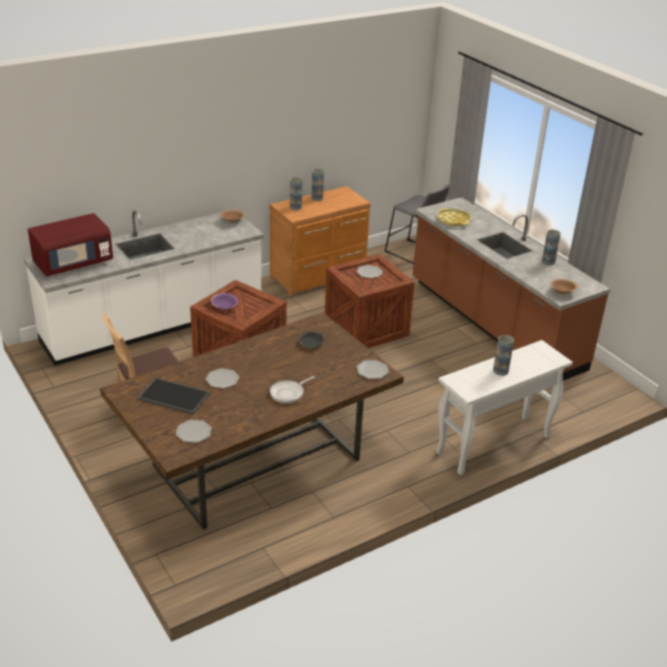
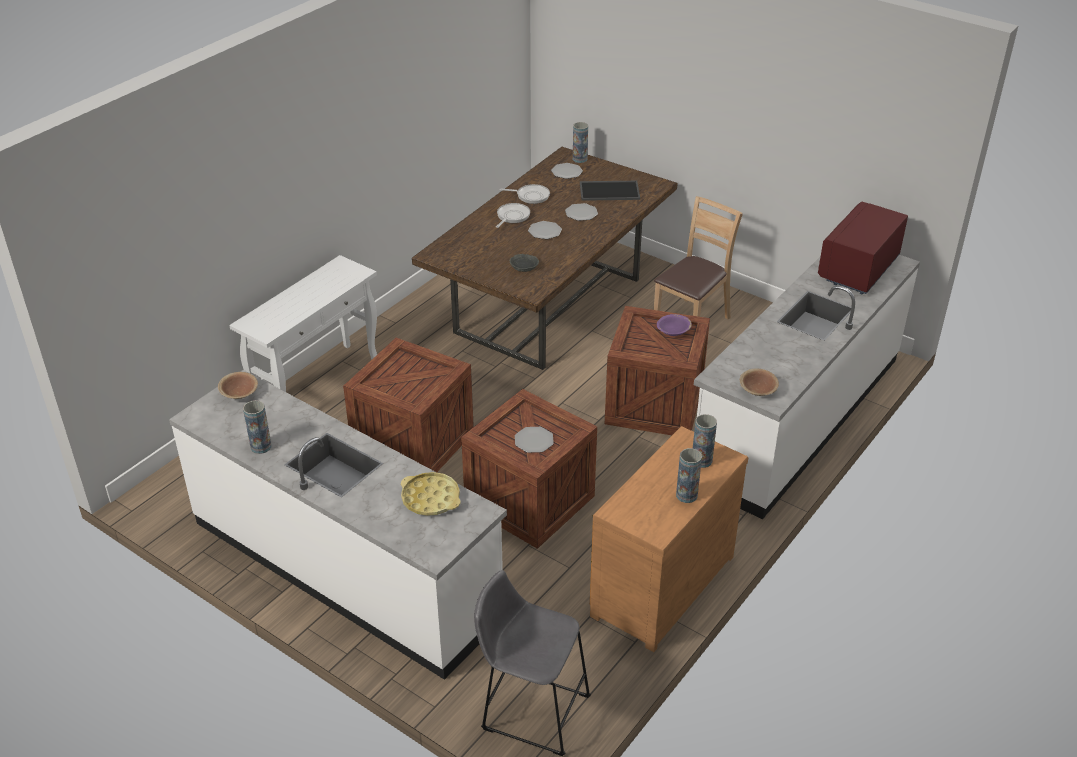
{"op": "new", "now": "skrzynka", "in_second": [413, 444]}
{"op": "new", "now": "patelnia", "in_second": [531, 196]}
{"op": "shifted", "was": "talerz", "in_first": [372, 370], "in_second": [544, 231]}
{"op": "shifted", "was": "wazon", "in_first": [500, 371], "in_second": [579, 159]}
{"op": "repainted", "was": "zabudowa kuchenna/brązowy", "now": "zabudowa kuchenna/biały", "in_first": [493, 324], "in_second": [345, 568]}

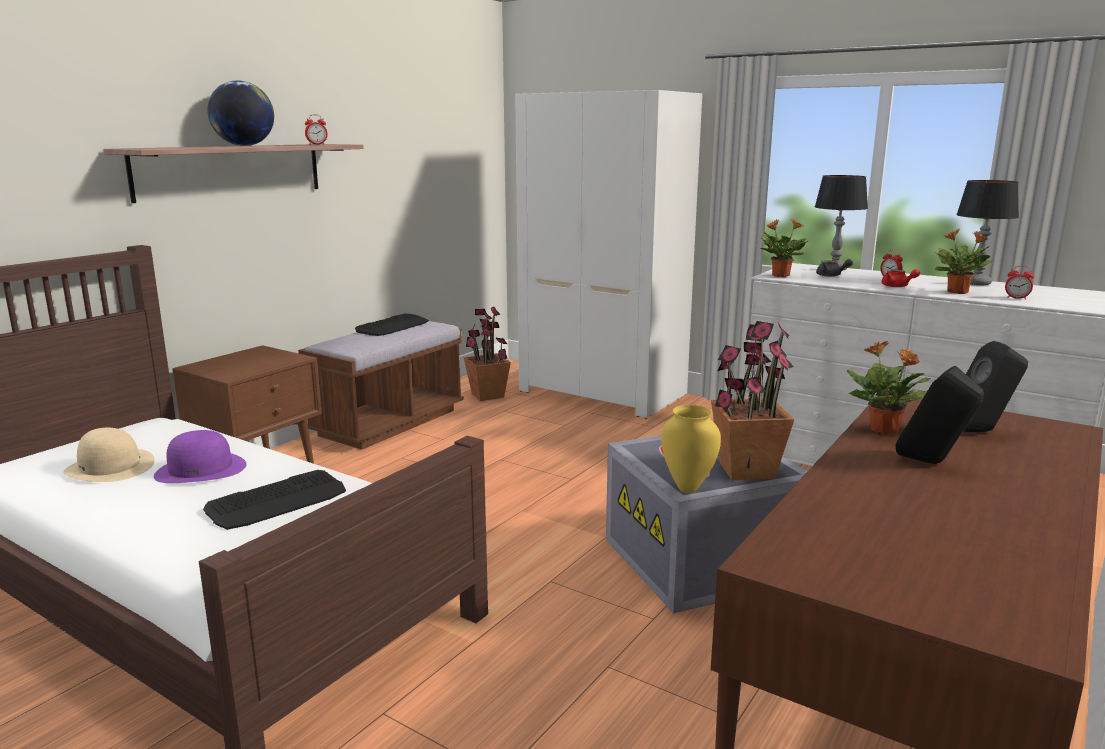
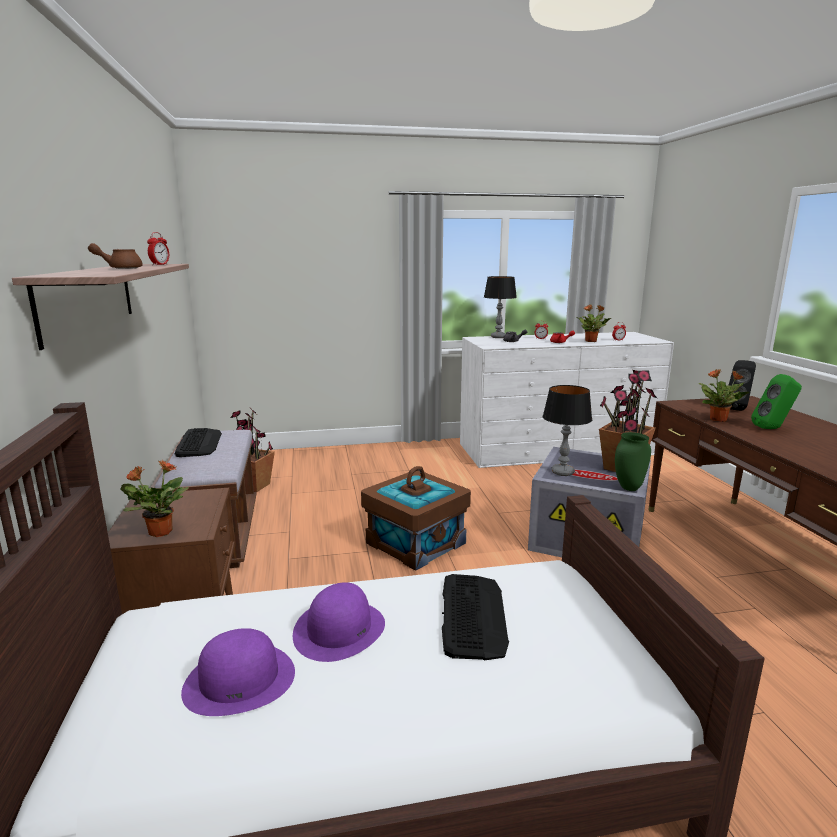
{"op": "gone", "was": "szafa/biały", "in_first": [604, 392]}
{"op": "new", "now": "pojemnik do przechowywania/brązowy", "in_second": [415, 543]}
{"op": "shifted", "was": "roślina doniczkowa", "in_first": [780, 275], "in_second": [159, 532]}
{"op": "shifted", "was": "lampa stołowa", "in_first": [977, 283], "in_second": [563, 472]}
{"op": "swapped", "was": "globus", "now": "imbryk/brązowy", "in_first": [244, 146], "in_second": [120, 268]}
{"op": "repainted", "was": "kapelusz/beżowy", "now": "kapelusz/fioletowy", "in_first": [110, 467], "in_second": [240, 679]}
{"op": "repainted", "was": "wazon/żółty", "now": "wazon/zielony", "in_first": [688, 487], "in_second": [628, 488]}
{"op": "repainted", "was": "głośnik/czarny", "now": "głośnik/zielony", "in_first": [932, 463], "in_second": [773, 428]}

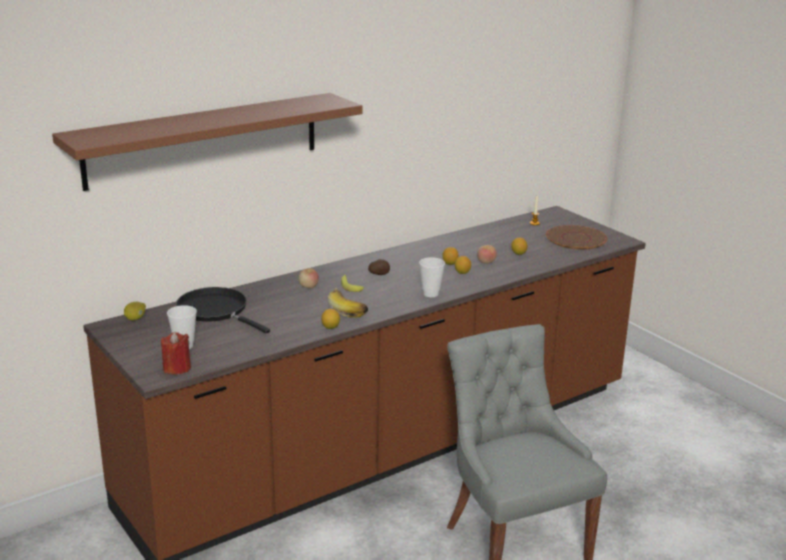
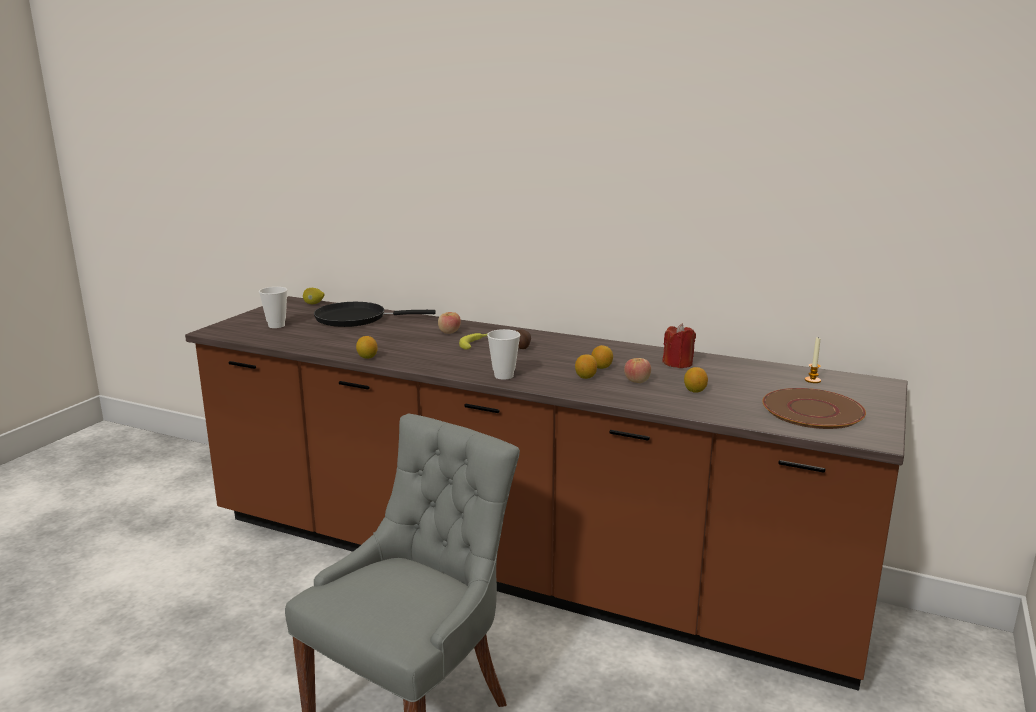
{"op": "gone", "was": "półka/brązowy", "in_first": [204, 140]}
{"op": "gone", "was": "banan", "in_first": [349, 310]}
{"op": "shifted", "was": "świeca/czerwony", "in_first": [177, 368], "in_second": [678, 363]}
{"op": "rotated", "was": "patelnia/czarny", "in_first": [216, 311], "in_second": [356, 319], "clockwise": -105}

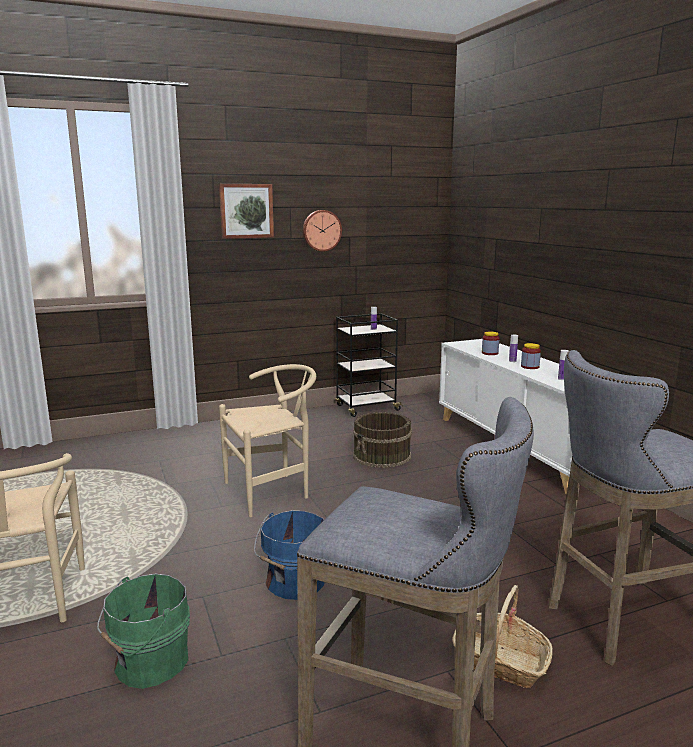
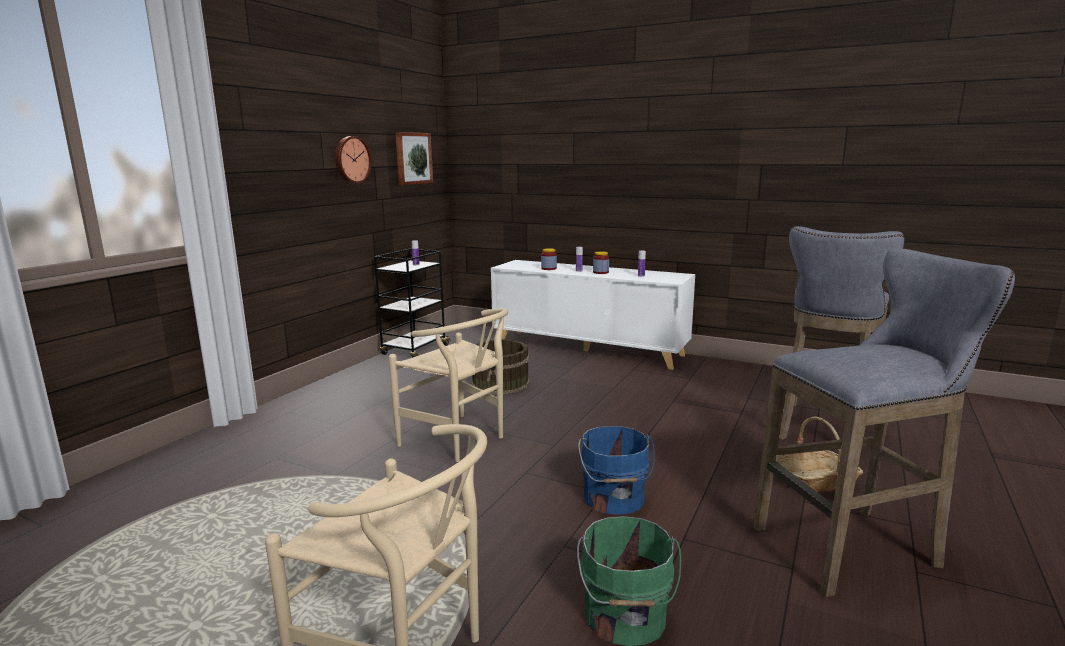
{"op": "shifted", "was": "obraz", "in_first": [246, 211], "in_second": [413, 158]}
{"op": "rotated", "was": "krzesło/beżowy", "in_first": [273, 491], "in_second": [460, 441], "clockwise": 105}

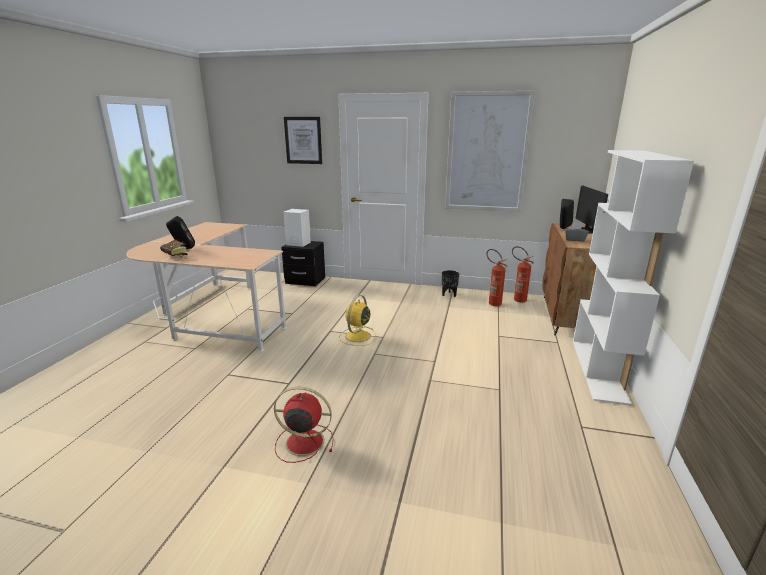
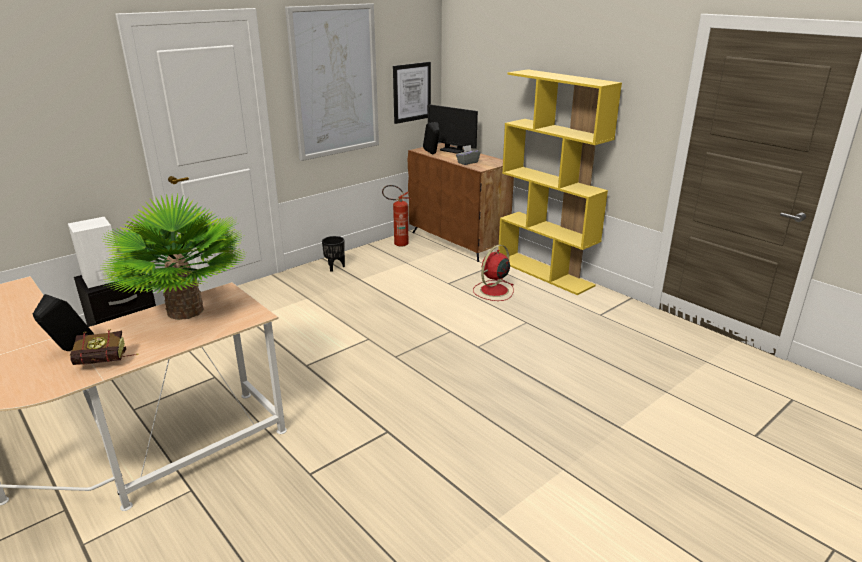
{"op": "gone", "was": "wentylator/żółty", "in_first": [357, 336]}
{"op": "gone", "was": "gaśnica", "in_first": [492, 303]}
{"op": "new", "now": "roślina doniczkowa", "in_second": [185, 311]}
{"op": "shifted", "was": "wentylator/czerwony", "in_first": [303, 442], "in_second": [493, 291]}
{"op": "shifted", "was": "obraz", "in_first": [303, 140], "in_second": [411, 92]}
{"op": "repainted", "was": "regał/biały", "now": "regał/żółty", "in_first": [599, 370], "in_second": [545, 273]}

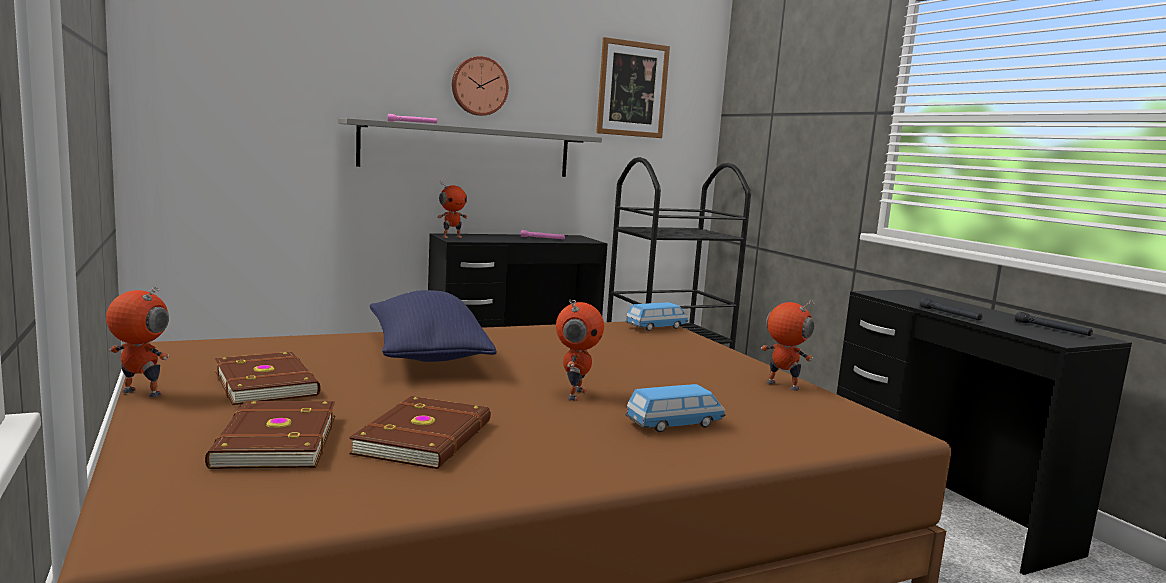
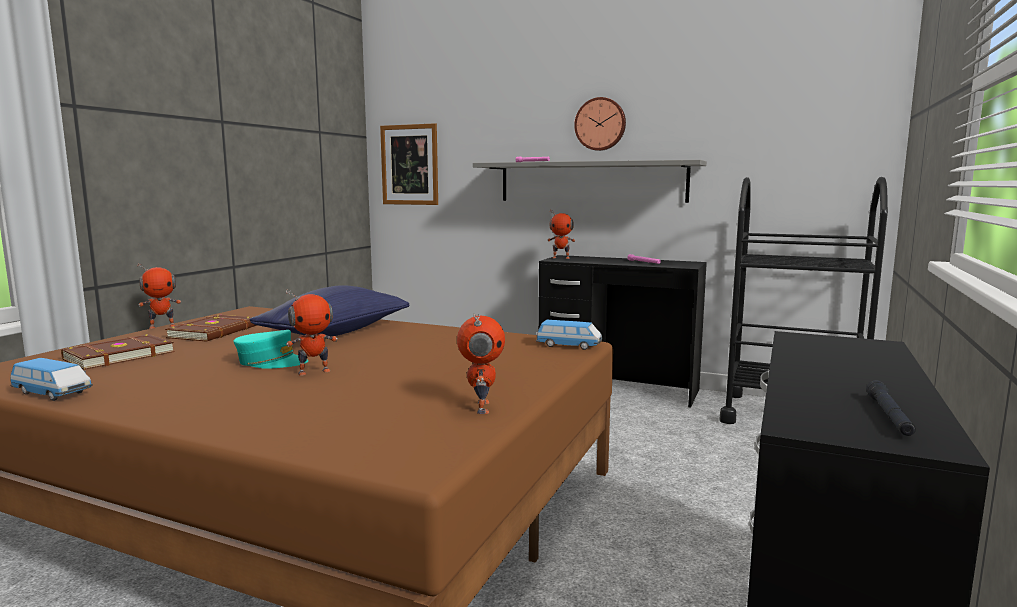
{"op": "gone", "was": "książka/brązowy", "in_first": [427, 438]}
{"op": "gone", "was": "latarka/czarny", "in_first": [950, 314]}
{"op": "new", "now": "czapka z daszkiem/turkusowy", "in_second": [271, 362]}
{"op": "shifted", "was": "obraz", "in_first": [632, 89], "in_second": [409, 165]}
{"op": "shifted", "was": "samochodzik", "in_first": [675, 424], "in_second": [52, 393]}
{"op": "rotated", "was": "robot zabawkowy", "in_first": [140, 393], "in_second": [162, 326], "clockwise": 90}

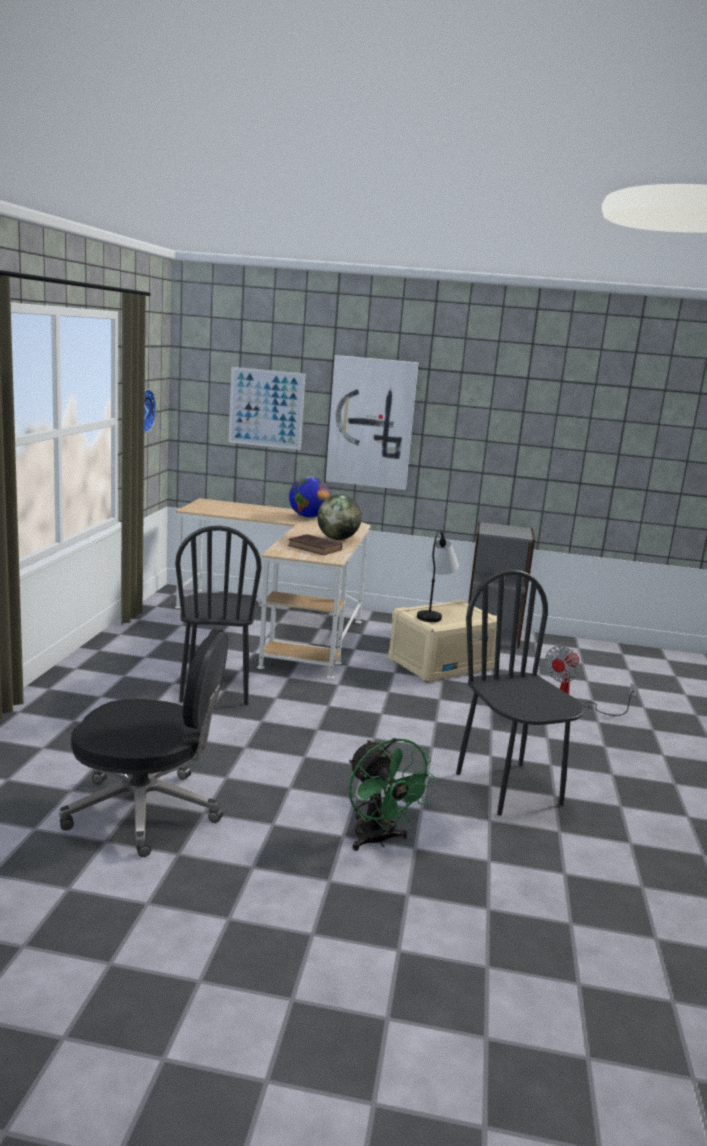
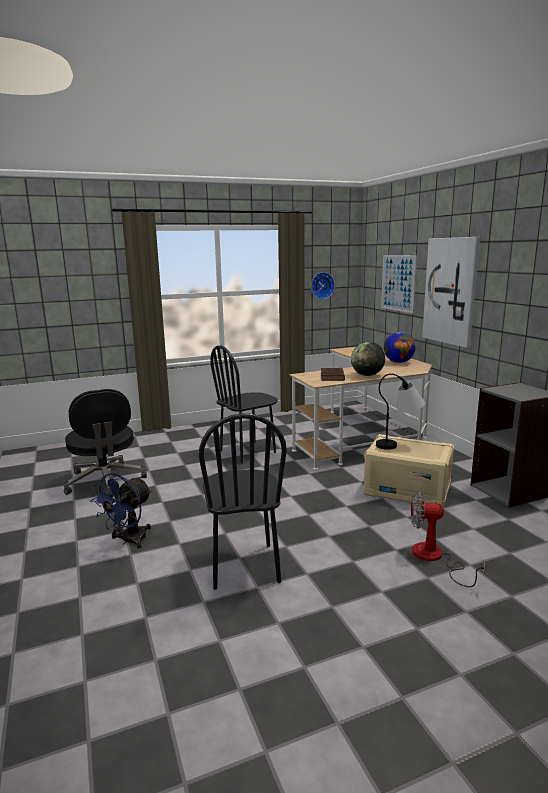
{"op": "repainted", "was": "wentylator/zielony", "now": "wentylator/niebieski", "in_first": [377, 840], "in_second": [128, 541]}
{"op": "rotated", "was": "krzesło/czarny", "in_first": [509, 788], "in_second": [244, 566], "clockwise": 135}

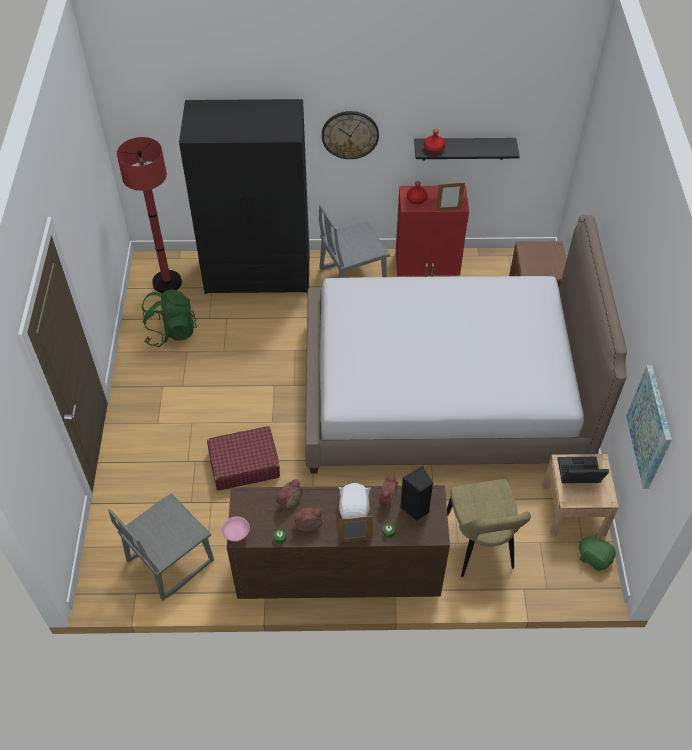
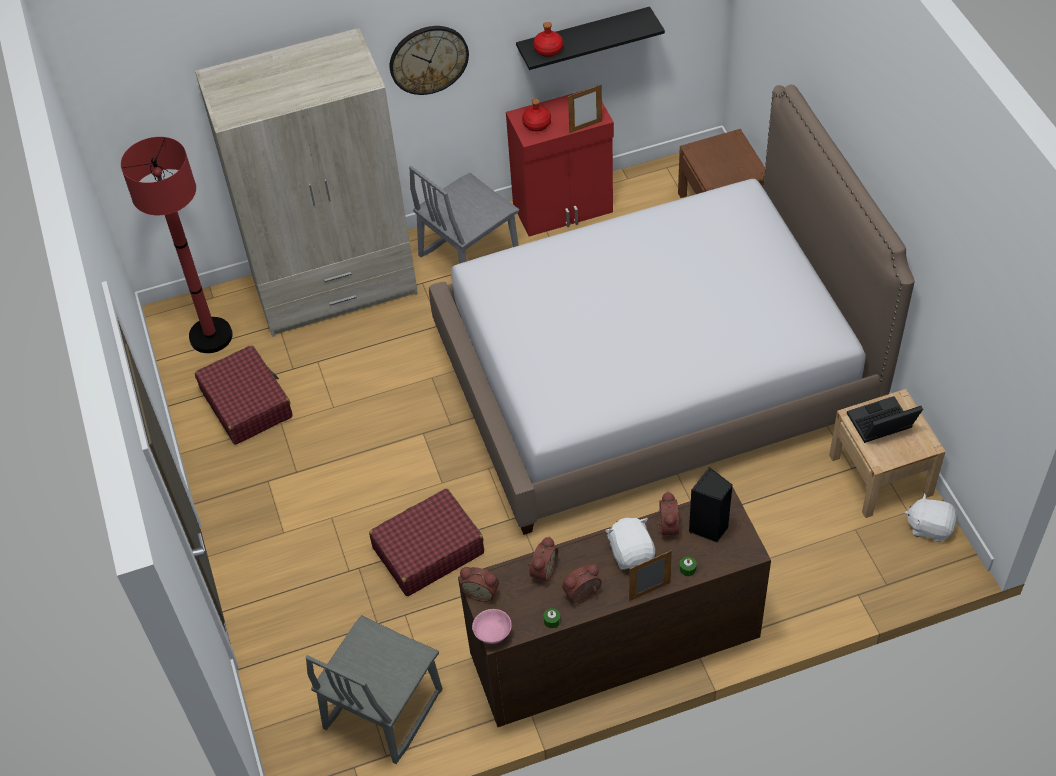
{"op": "gone", "was": "krzesło/beżowy", "in_first": [480, 546]}
{"op": "gone", "was": "obraz", "in_first": [650, 427]}
{"op": "new", "now": "budzik", "in_second": [481, 591]}
{"op": "swapped", "was": "plecak/zielony", "now": "walizka/czerwony", "in_first": [170, 332], "in_second": [246, 403]}
{"op": "repainted", "was": "szafa/czarny", "now": "szafa/beżowy", "in_first": [258, 273], "in_second": [335, 287]}
{"op": "repainted", "was": "pluszak/zielony", "now": "pluszak/biały", "in_first": [594, 557], "in_second": [929, 527]}

